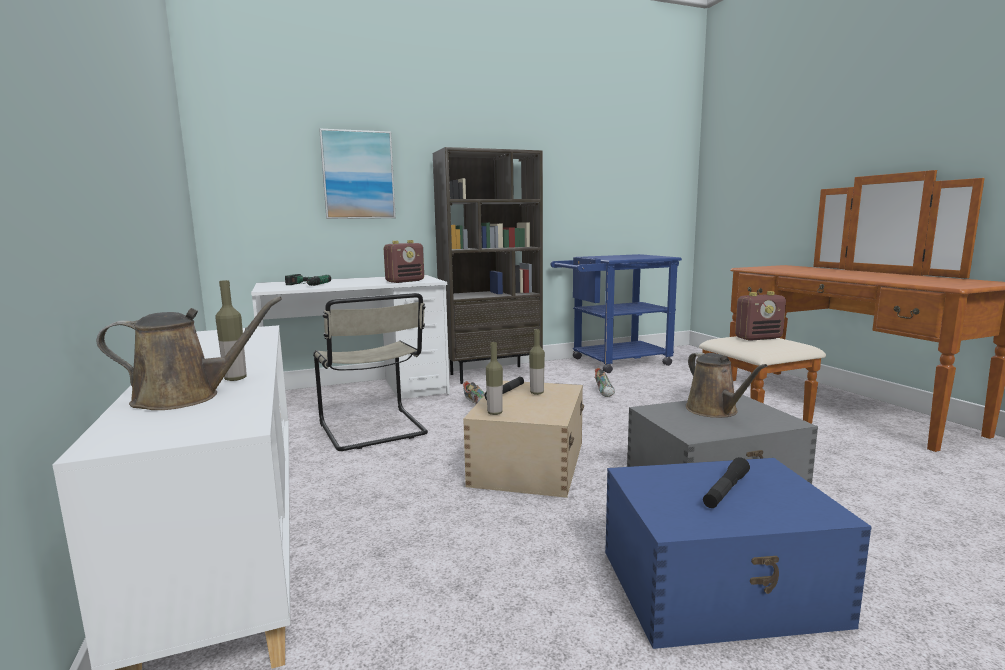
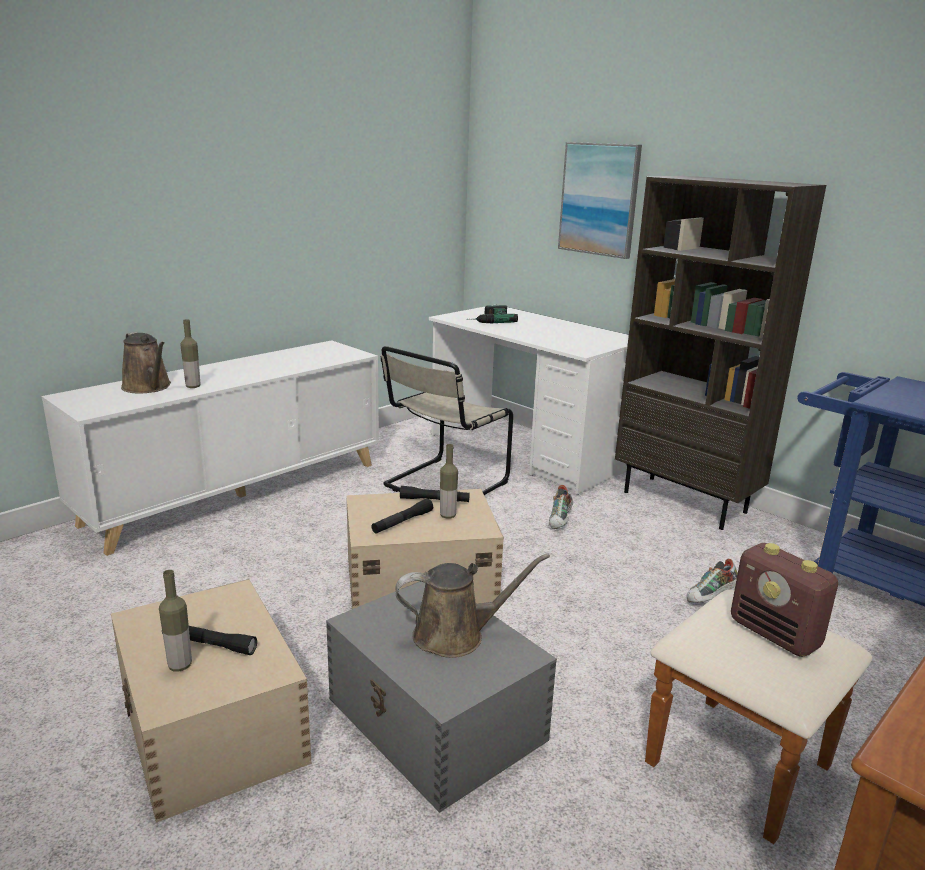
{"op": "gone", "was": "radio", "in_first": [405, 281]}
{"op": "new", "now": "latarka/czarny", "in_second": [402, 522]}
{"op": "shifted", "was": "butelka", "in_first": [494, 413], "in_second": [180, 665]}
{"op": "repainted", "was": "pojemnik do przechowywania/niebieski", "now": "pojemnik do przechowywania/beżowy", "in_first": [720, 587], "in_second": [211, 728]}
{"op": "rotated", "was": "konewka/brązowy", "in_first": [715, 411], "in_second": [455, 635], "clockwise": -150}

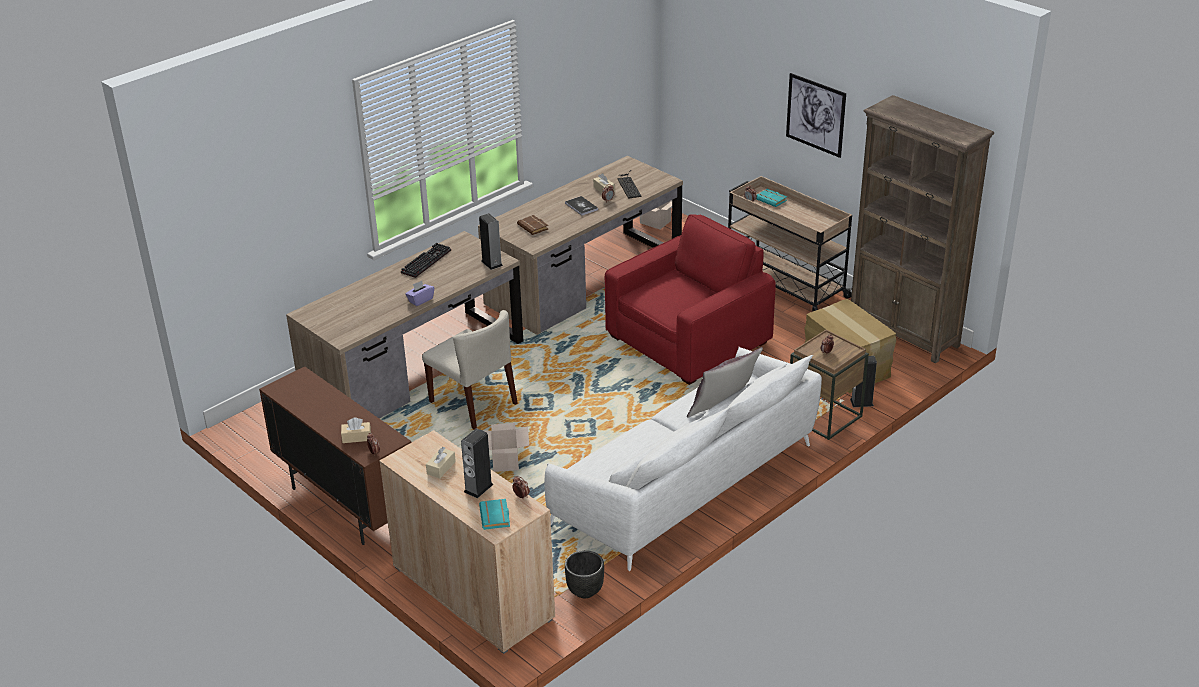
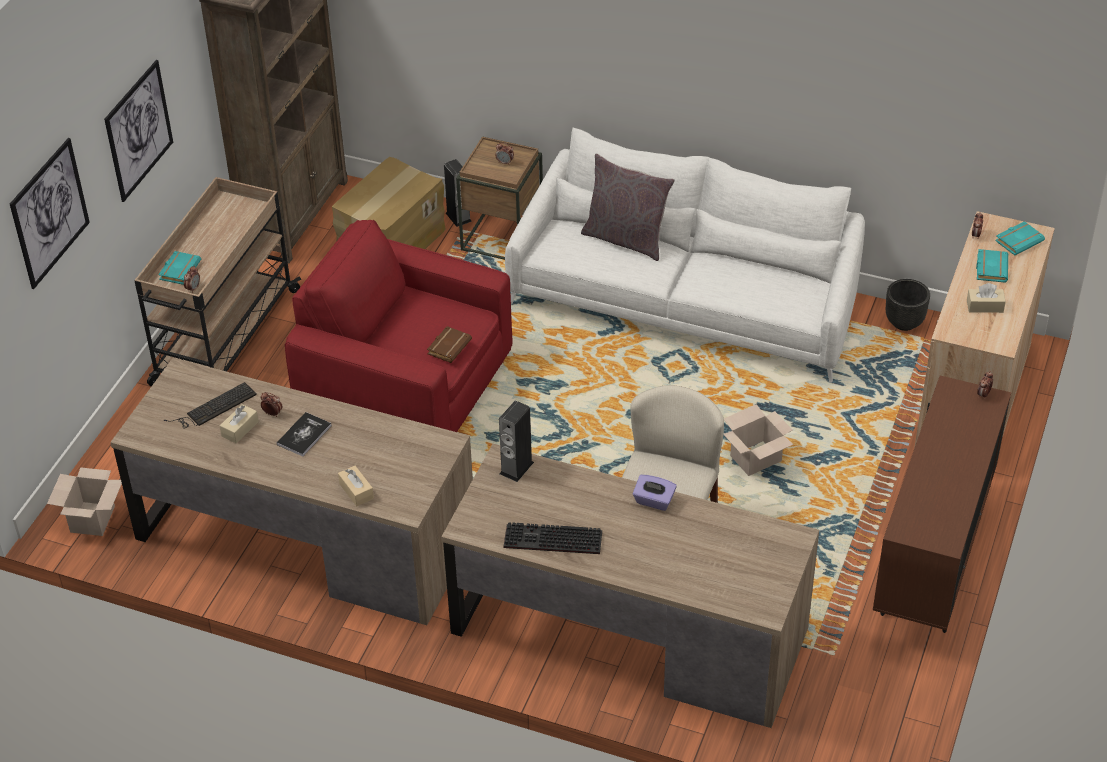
{"op": "new", "now": "obraz", "in_second": [50, 213]}
{"op": "shifted", "was": "pudełko chusteczek/beżowy", "in_first": [356, 437], "in_second": [356, 491]}
{"op": "shifted", "was": "książka/brązowy", "in_first": [534, 227], "in_second": [448, 346]}
{"op": "swapped", "was": "głośnik", "now": "książka/turkusowy", "in_first": [478, 488], "in_second": [990, 268]}

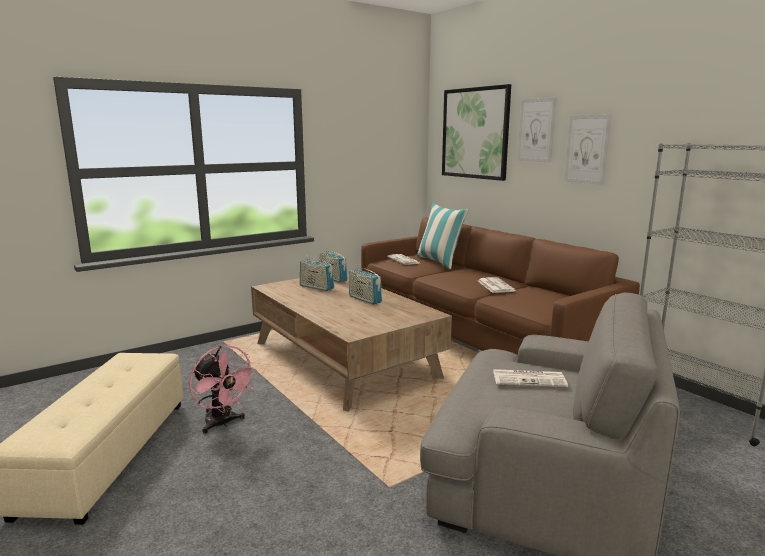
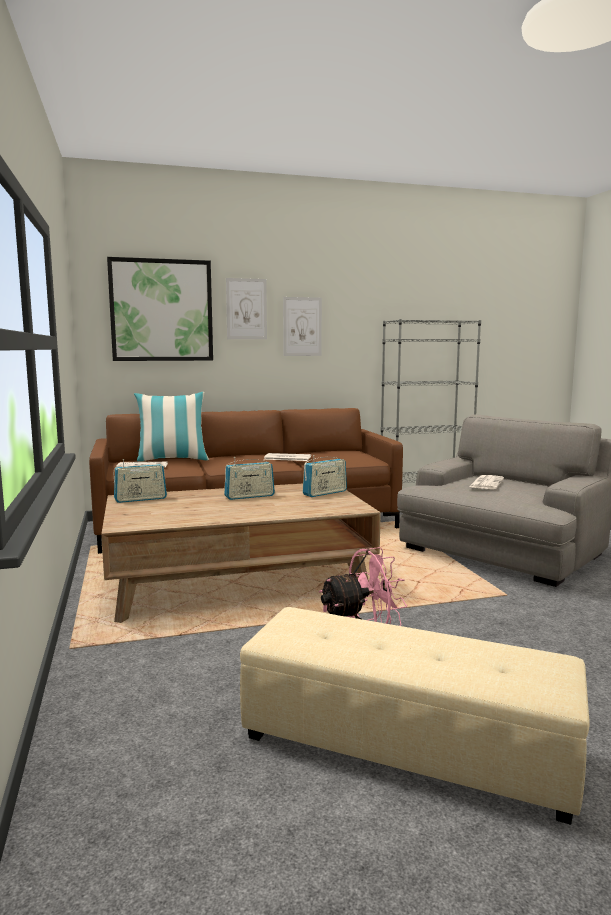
{"op": "shifted", "was": "radio", "in_first": [316, 287], "in_second": [325, 493]}

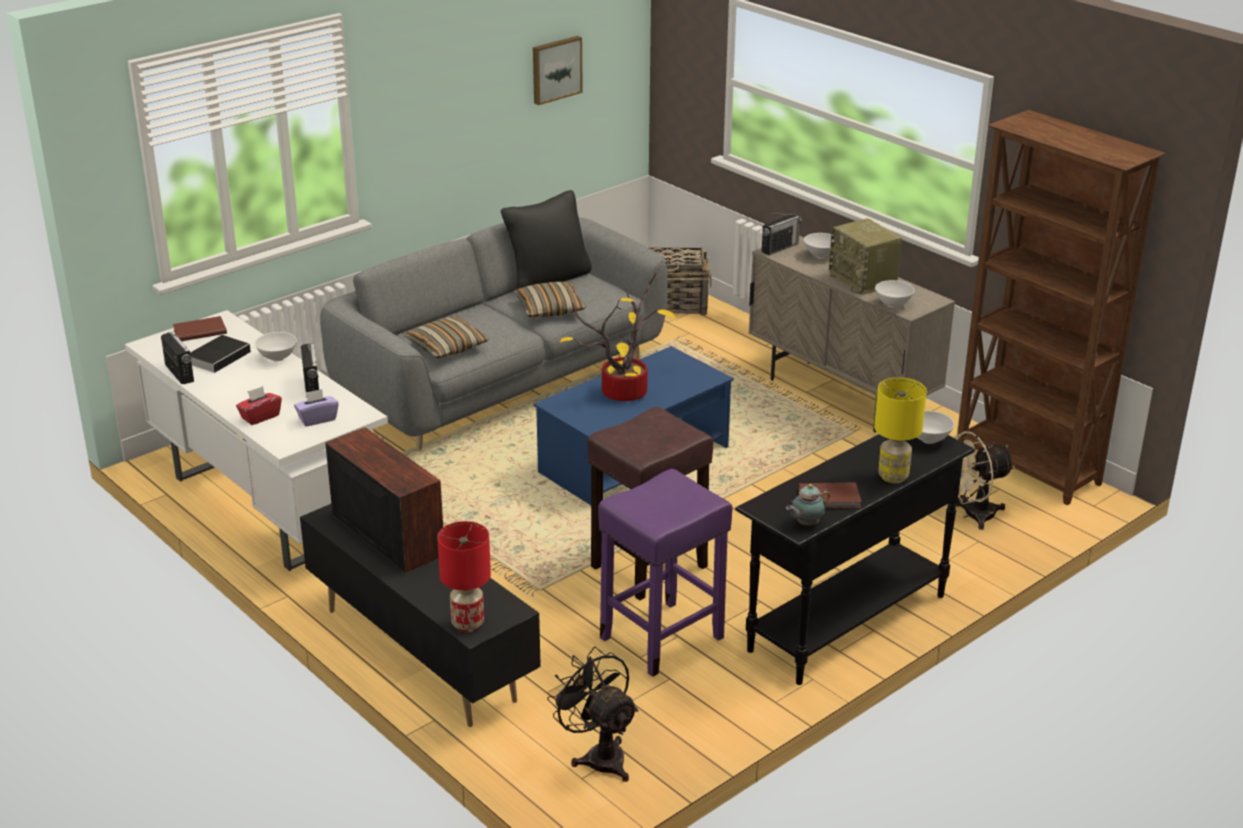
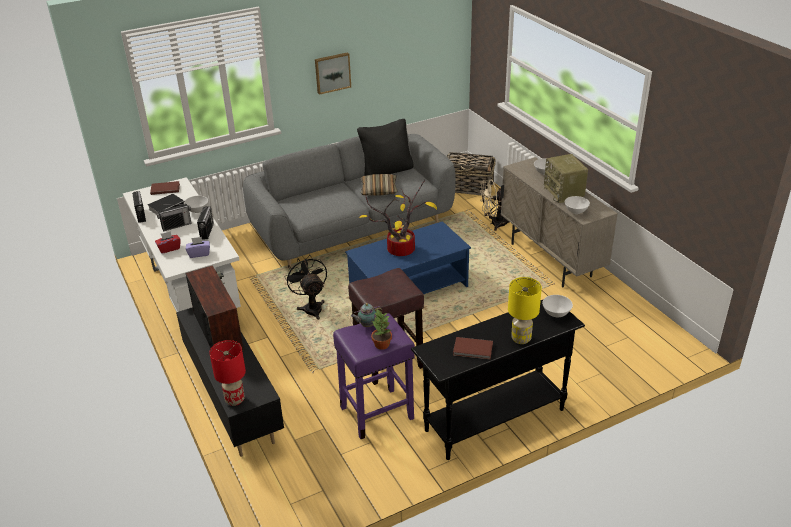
{"op": "gone", "was": "poduszka", "in_first": [447, 346]}
{"op": "gone", "was": "regał/brązowy", "in_first": [1027, 468]}
{"op": "new", "now": "roślina doniczkowa", "in_second": [381, 344]}
{"op": "shifted", "was": "obraz", "in_first": [555, 69], "in_second": [332, 72]}
{"op": "shifted", "was": "wentylator/czarny", "in_first": [599, 756], "in_second": [311, 307]}
{"op": "shifted", "was": "radio", "in_first": [780, 248], "in_second": [176, 225]}
{"op": "shifted", "was": "imbryk", "in_first": [806, 524], "in_second": [366, 325]}
{"op": "shifted", "was": "wentylator/beżowy", "in_first": [972, 516], "in_second": [494, 223]}

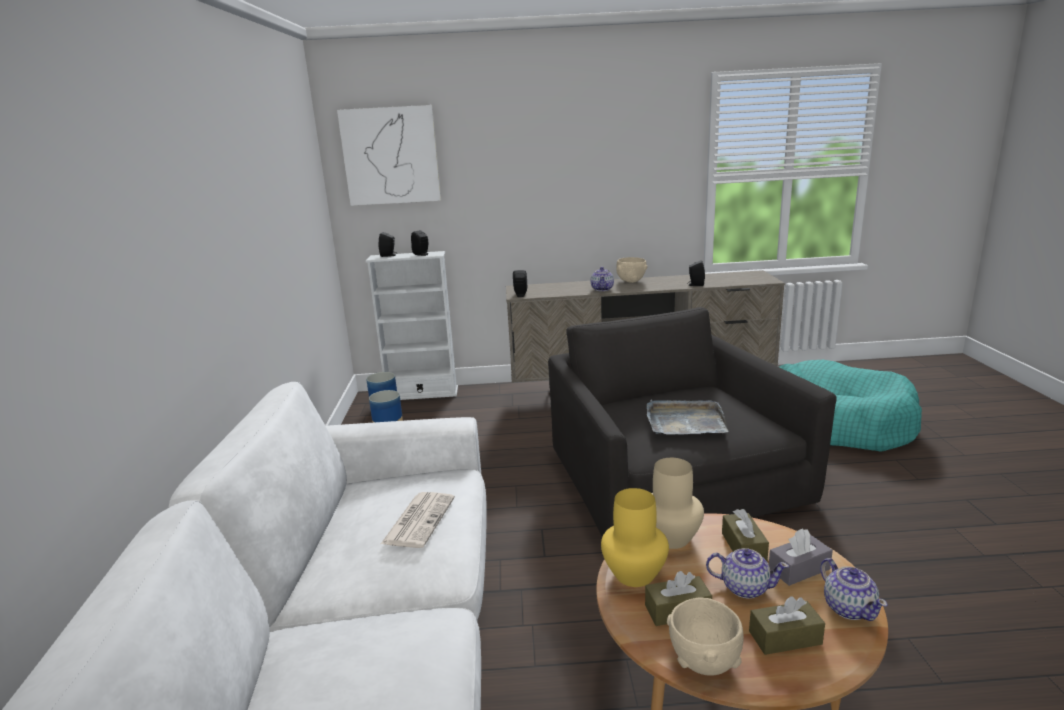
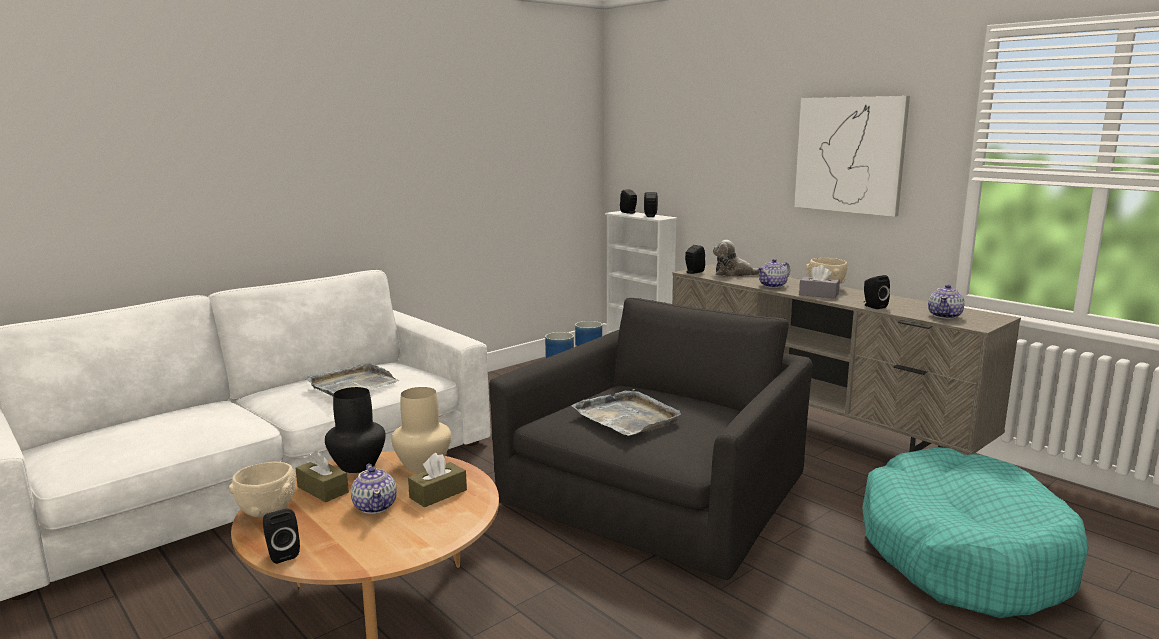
{"op": "gone", "was": "pudełko chusteczek/brązowy", "in_first": [785, 638]}
{"op": "new", "now": "głośnik/czarny", "in_second": [282, 554]}
{"op": "new", "now": "pluszak", "in_second": [734, 274]}
{"op": "shifted", "was": "obraz", "in_first": [391, 156], "in_second": [849, 155]}
{"op": "shifted", "was": "pudełko chusteczek/szary", "in_first": [799, 569], "in_second": [818, 294]}
{"op": "shifted", "was": "imbryk", "in_first": [849, 608], "in_second": [945, 316]}
{"op": "swapped", "was": "gazeta", "now": "taca/szary", "in_first": [419, 519], "in_second": [352, 384]}
{"op": "repainted", "was": "wazon/żółty", "now": "wazon/czarny", "in_first": [633, 574], "in_second": [358, 465]}

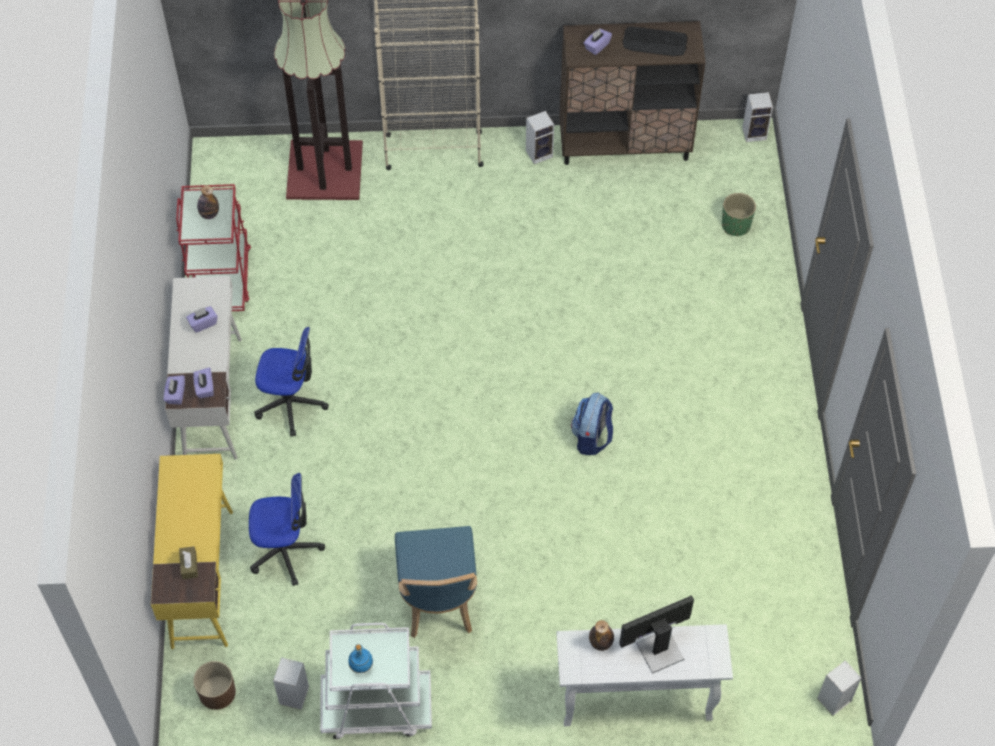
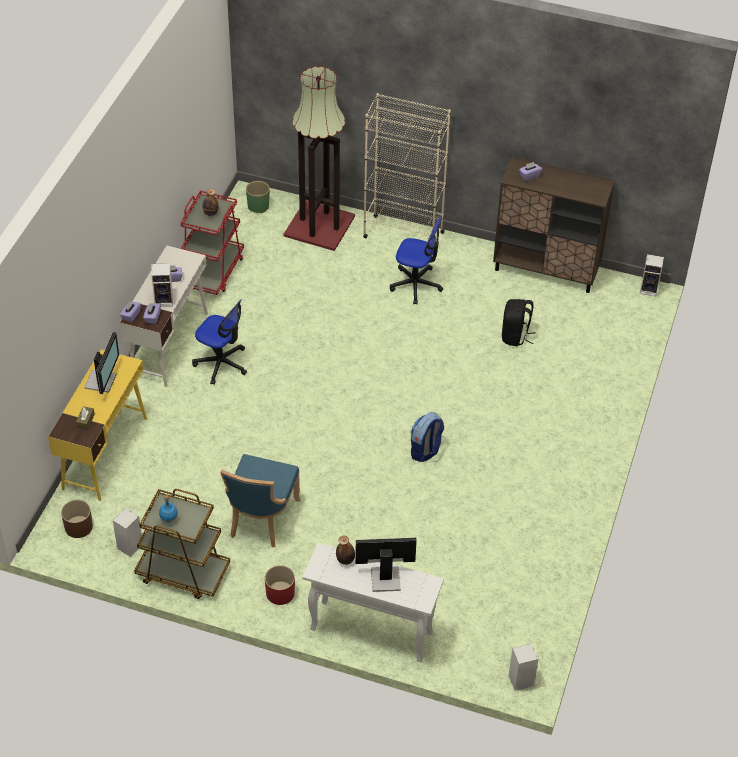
{"op": "gone", "was": "klawiatura", "in_first": [655, 42]}
{"op": "new", "now": "monitor", "in_second": [102, 381]}
{"op": "new", "now": "donica/czerwony", "in_second": [280, 593]}
{"op": "new", "now": "plecak/czarny", "in_second": [515, 336]}
{"op": "shifted", "was": "krzesło biurowe", "in_first": [285, 550], "in_second": [416, 284]}
{"op": "shifted", "was": "głośnik", "in_first": [540, 153], "in_second": [164, 300]}
{"op": "shifted", "was": "donica/zielony", "in_first": [736, 225], "in_second": [258, 206]}
{"op": "repainted", "was": "wózek/biały", "now": "wózek/brązowy", "in_first": [376, 707], "in_second": [182, 573]}

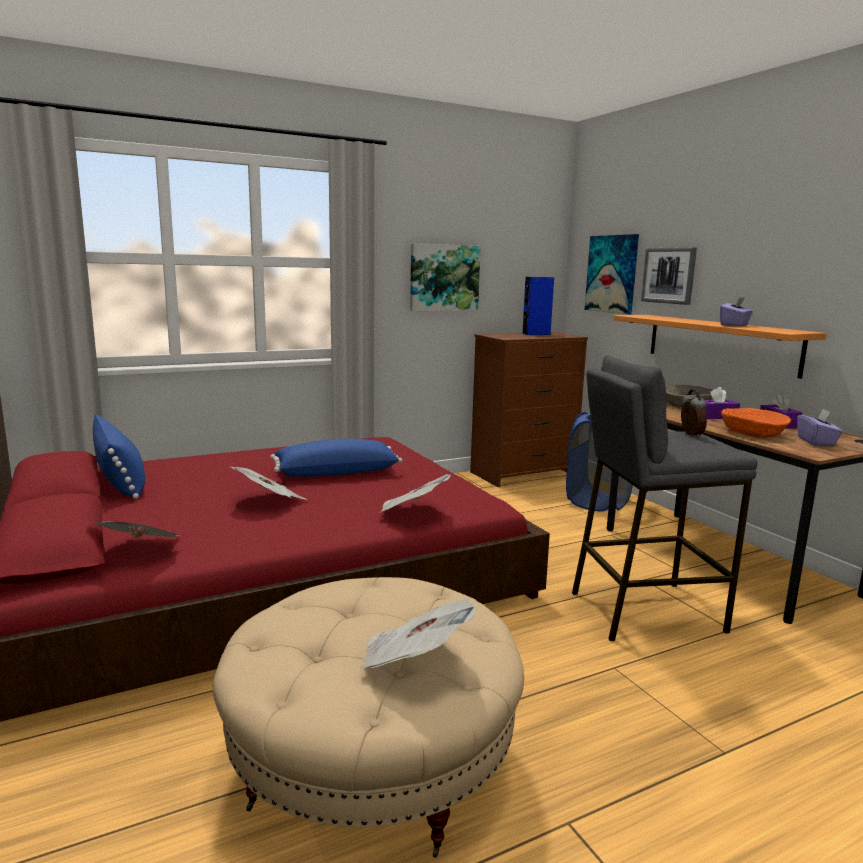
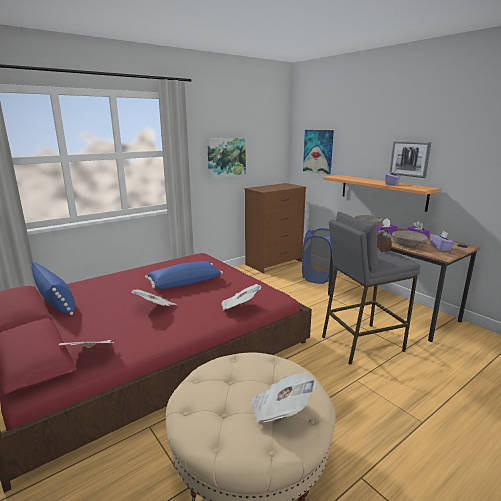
{"op": "gone", "was": "głośnik/niebieski", "in_first": [536, 334]}
{"op": "shifted", "was": "obraz", "in_first": [669, 275], "in_second": [409, 158]}
{"op": "repainted", "was": "miska/pomarańczowy", "now": "miska/beżowy", "in_first": [752, 433], "in_second": [408, 244]}

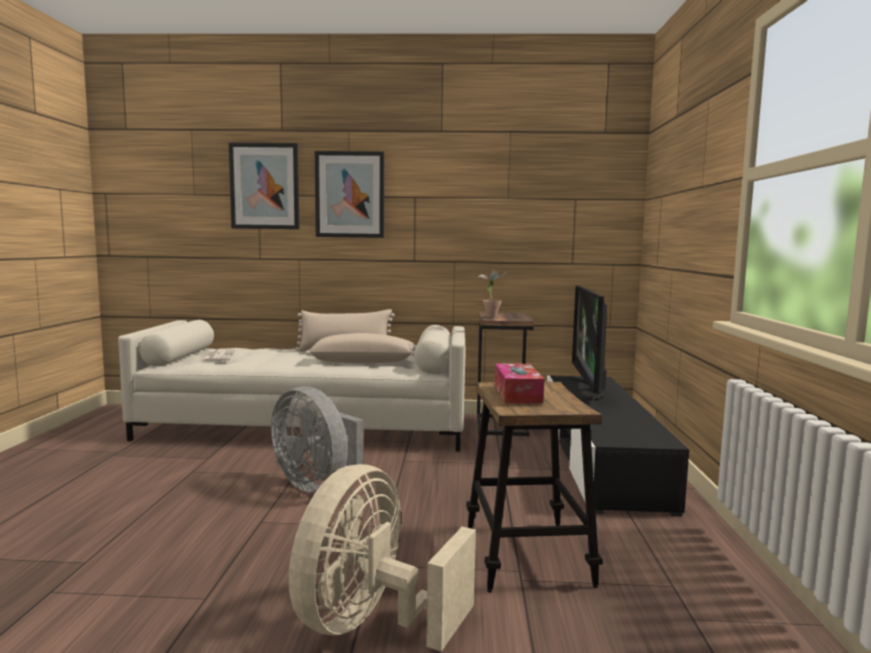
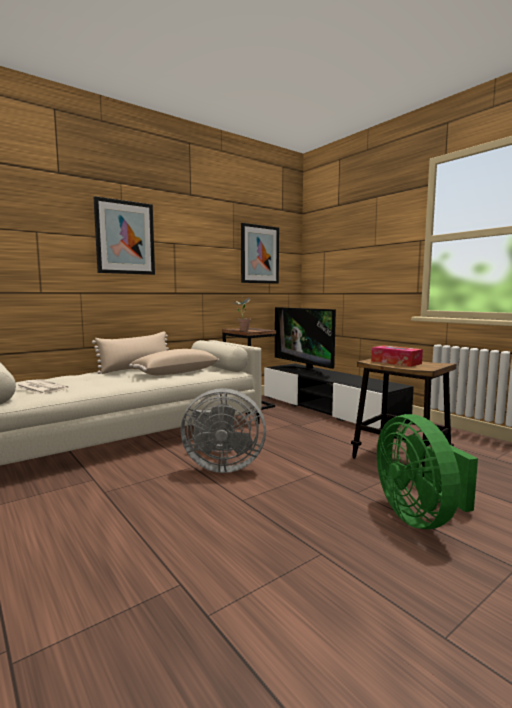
{"op": "shifted", "was": "obraz", "in_first": [265, 186], "in_second": [259, 254]}
{"op": "repainted", "was": "wentylator/beżowy", "now": "wentylator/zielony", "in_first": [372, 623], "in_second": [420, 517]}

